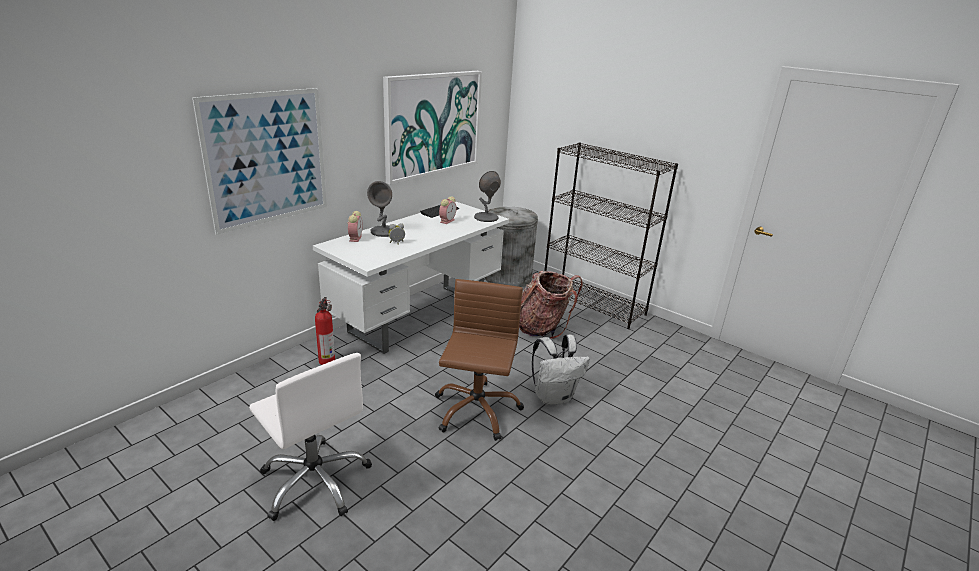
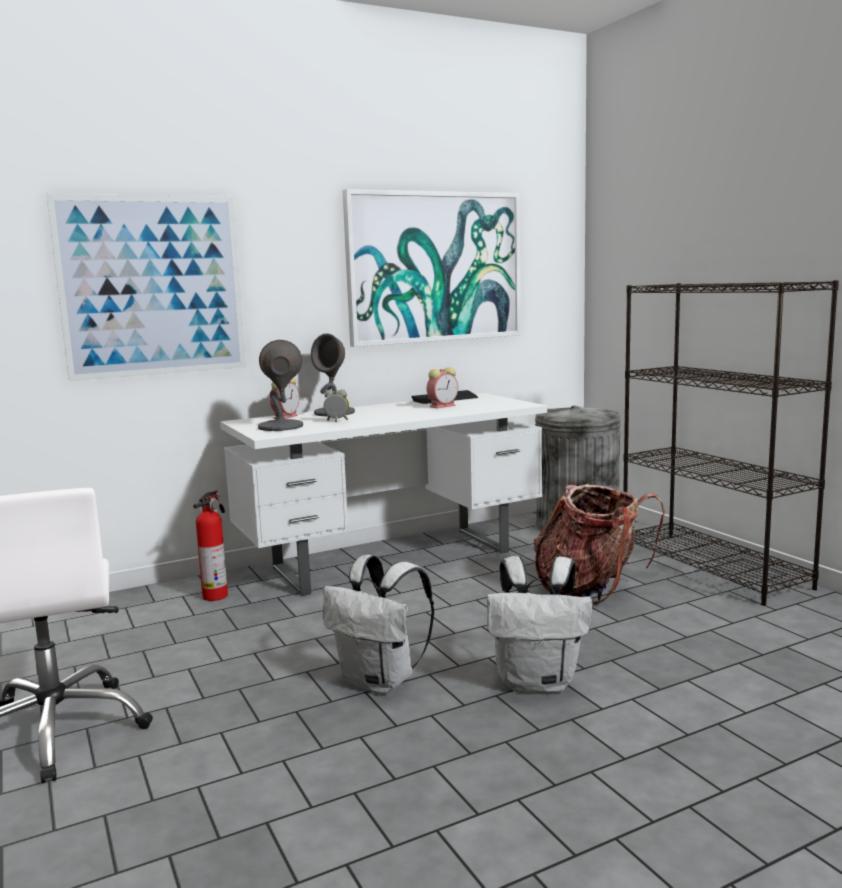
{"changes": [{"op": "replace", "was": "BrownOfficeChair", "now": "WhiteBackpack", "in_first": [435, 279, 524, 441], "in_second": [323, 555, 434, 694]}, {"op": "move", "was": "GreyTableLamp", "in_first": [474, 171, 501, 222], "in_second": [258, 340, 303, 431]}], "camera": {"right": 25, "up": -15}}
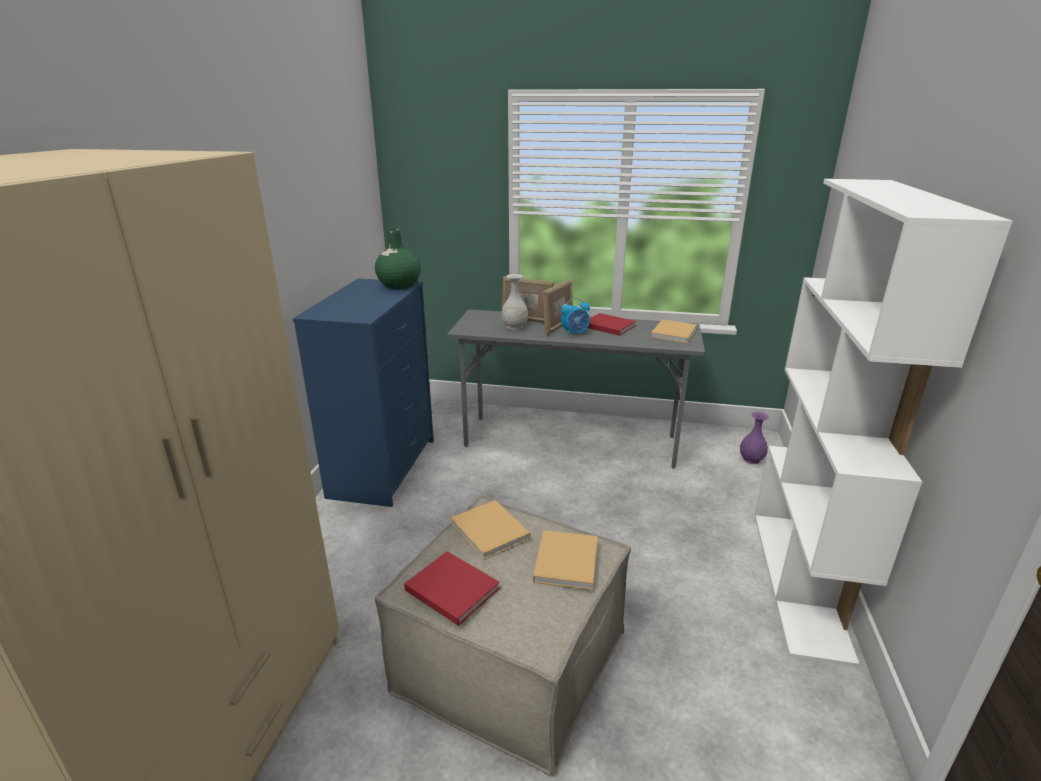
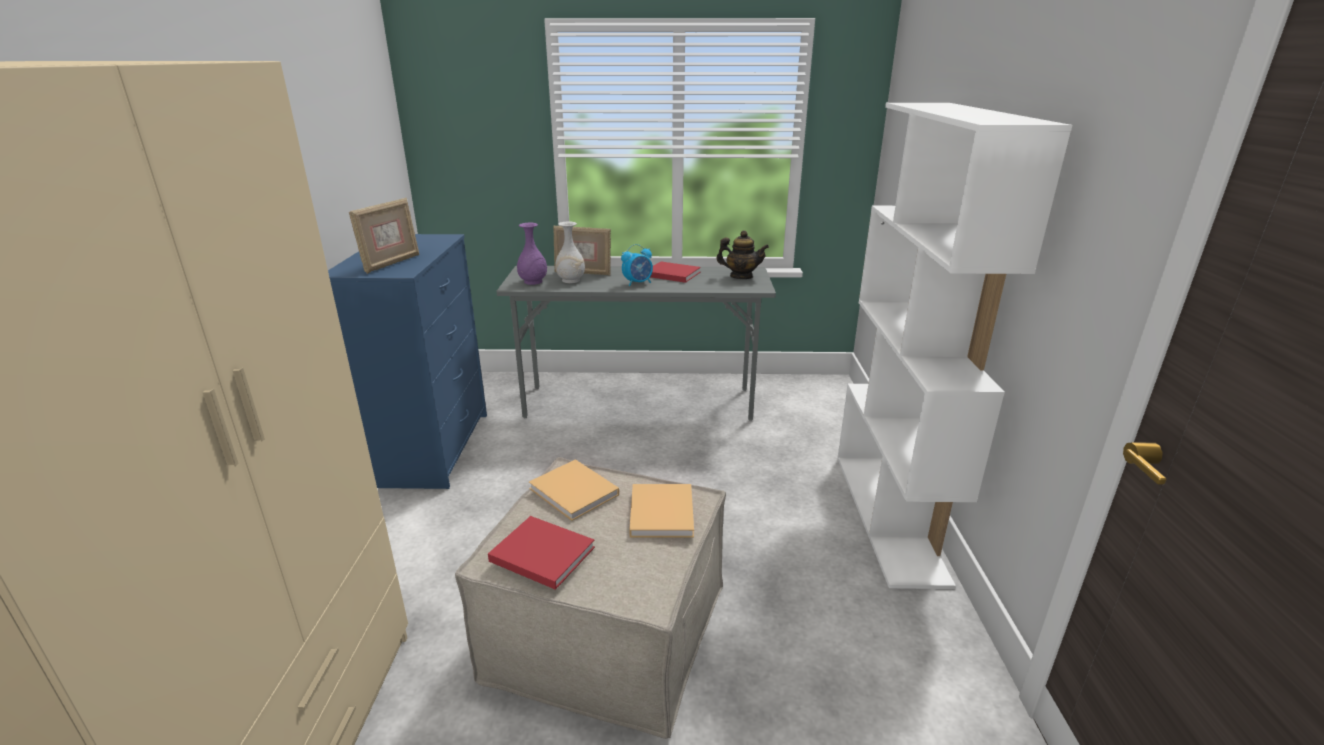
{"changes": [{"op": "delete", "was": "GreenVase", "in_first": [375, 229, 421, 289]}, {"op": "move", "was": "PictureFrame", "in_first": [543, 279, 573, 335], "in_second": [349, 198, 420, 274]}, {"op": "replace", "was": "BeigeBook", "now": "Teapot", "in_first": [651, 319, 697, 343], "in_second": [716, 230, 769, 279]}, {"op": "move", "was": "PurpleVase", "in_first": [740, 412, 769, 464], "in_second": [517, 223, 547, 285]}], "camera": {"right": -10, "up": 0}}
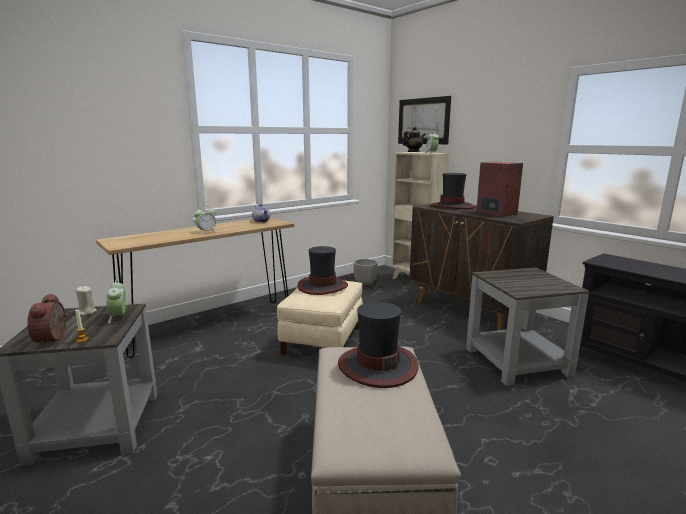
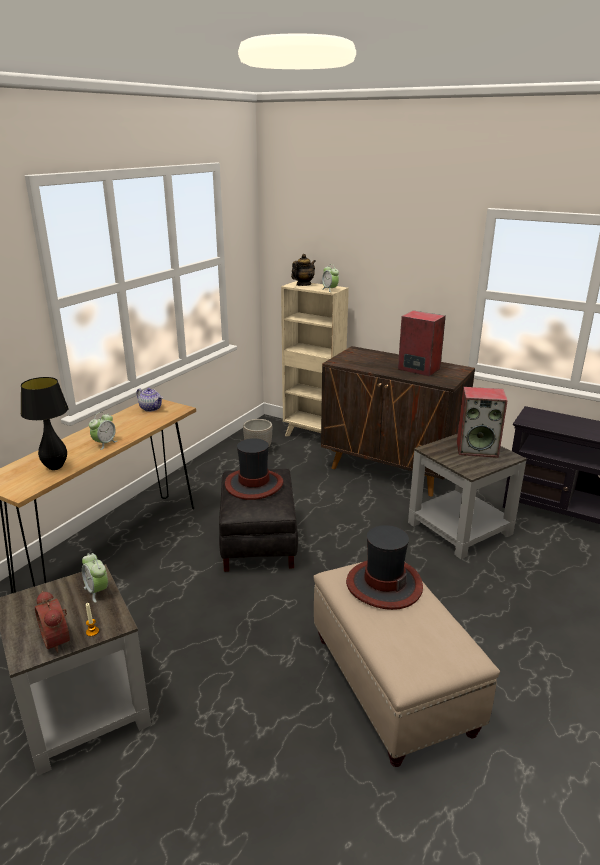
{"changes": [{"op": "delete", "was": "BeigeCandle", "in_first": [76, 286, 97, 315]}, {"op": "recolor", "was": "BeigeOttoman", "now": "BlackOttoman", "in_first": [277, 280, 363, 355], "in_second": [219, 469, 298, 572]}, {"op": "delete", "was": "Picture", "in_first": [398, 96, 451, 144]}, {"op": "delete", "was": "Hat", "in_first": [431, 173, 475, 209]}, {"op": "insert", "now": "BlackTableLamp", "in_second": [21, 377, 68, 470]}, {"op": "insert", "now": "Speaker", "in_second": [457, 387, 508, 458]}], "camera": {"right": -20, "up": 10}}
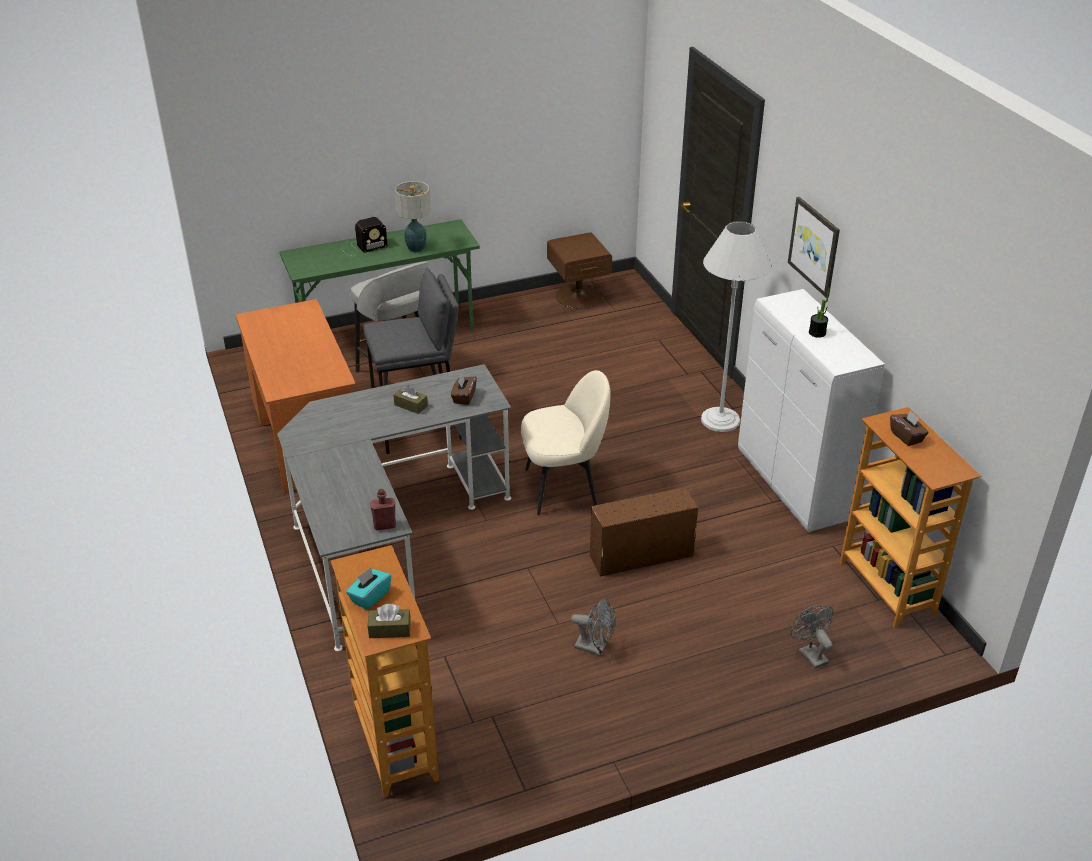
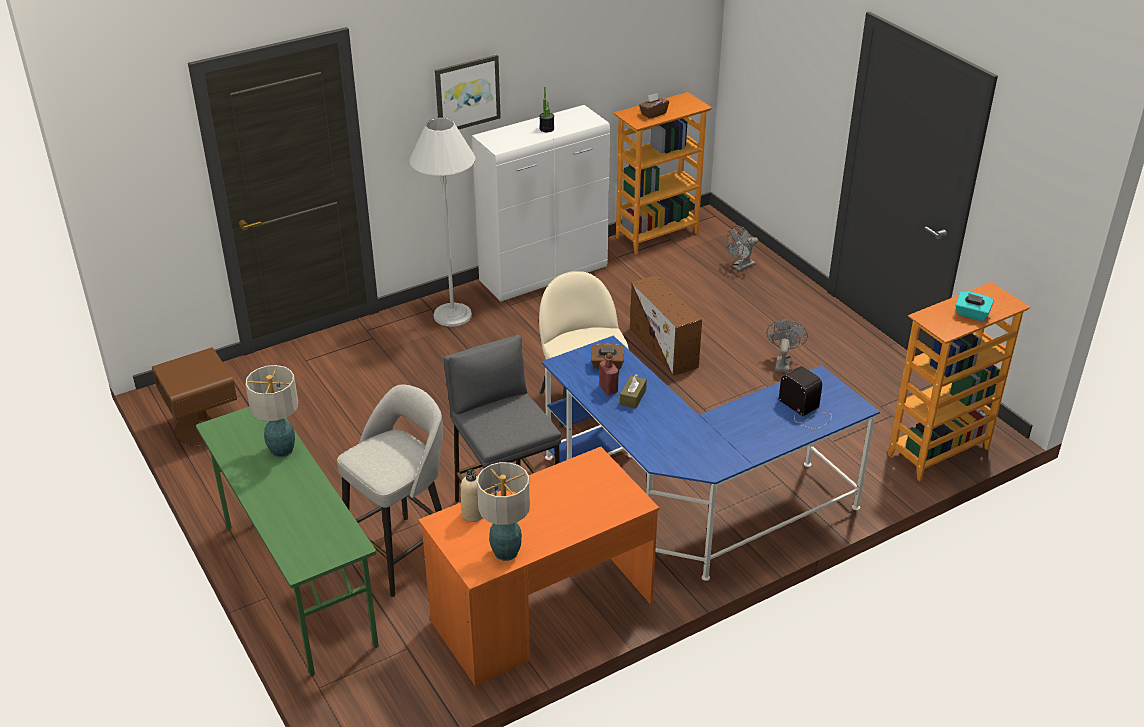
{"changes": [{"op": "recolor", "was": "GreyDesk", "now": "BlueDesk", "in_first": [277, 364, 511, 651], "in_second": [541, 336, 880, 581]}, {"op": "move", "was": "Radio", "in_first": [341, 217, 388, 256], "in_second": [779, 366, 832, 429]}, {"op": "delete", "was": "BrownTissueBox", "in_first": [368, 604, 411, 638]}, {"op": "move", "was": "RedBottle", "in_first": [370, 489, 396, 530], "in_second": [599, 353, 619, 395]}, {"op": "insert", "now": "BeigeBottle", "in_second": [461, 469, 483, 522]}, {"op": "insert", "now": "TableLamp", "in_second": [477, 462, 530, 561]}], "camera": {"right": -100, "up": 0}}
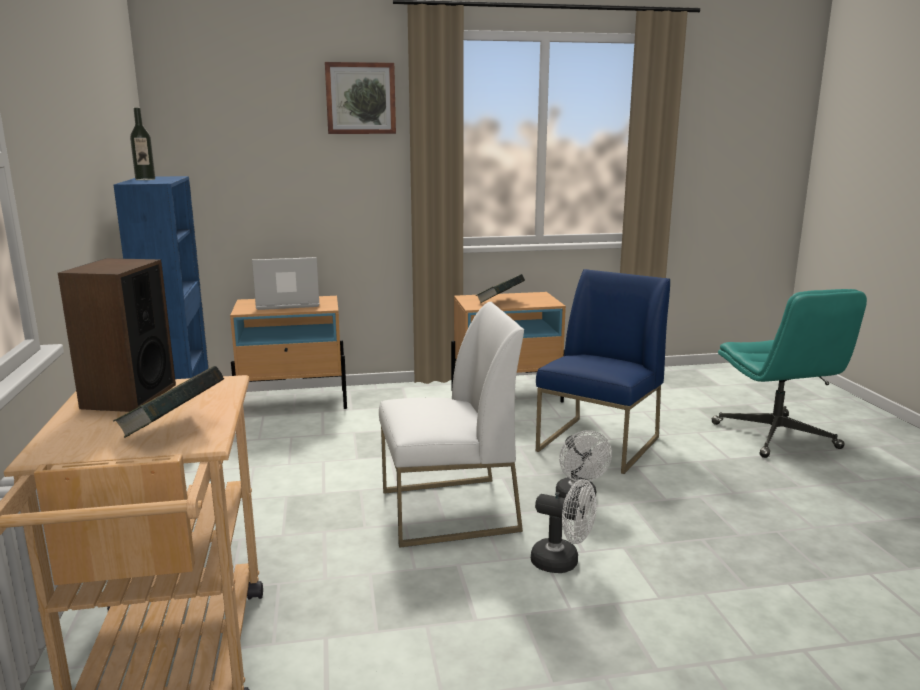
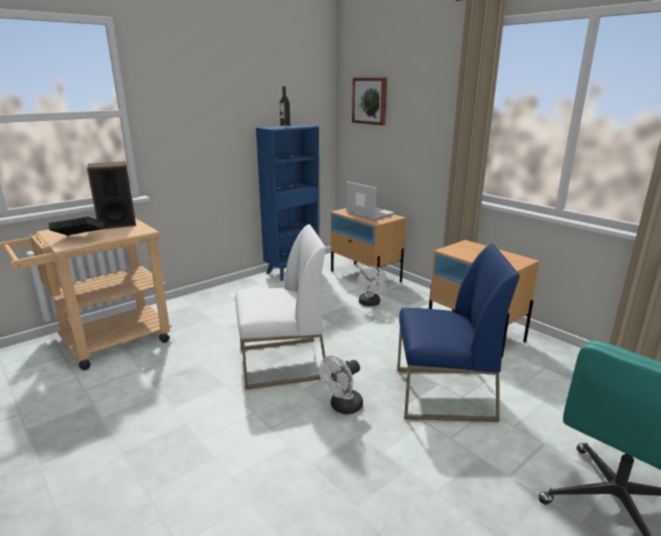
{"changes": [{"op": "move", "was": "Picture", "in_first": [325, 62, 396, 134], "in_second": [352, 78, 387, 125]}, {"op": "rotate", "was": "WhiteChair", "in_first": [379, 302, 524, 548], "in_second": [235, 224, 327, 390], "clockwise": -60}, {"op": "delete", "was": "Book", "in_first": [476, 274, 525, 303]}, {"op": "move", "was": "WhiteFan", "in_first": [531, 479, 597, 573], "in_second": [358, 267, 387, 306]}], "camera": {"right": 60, "up": 5}}
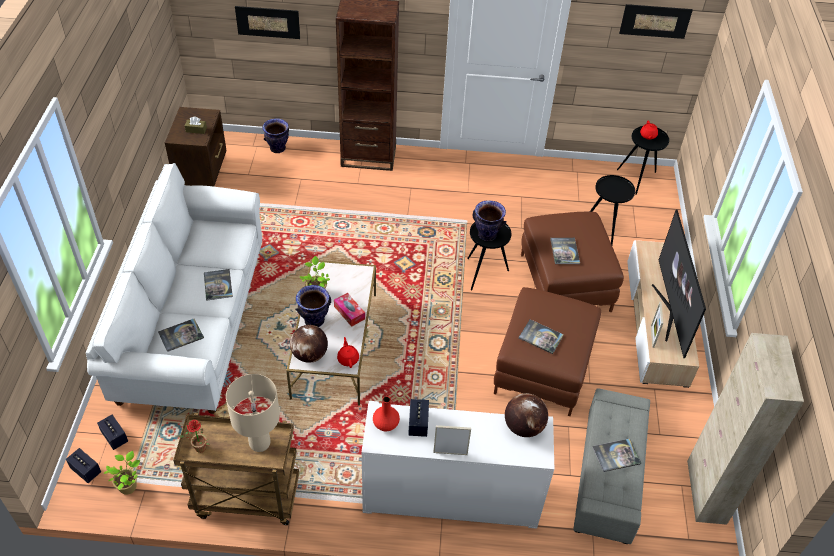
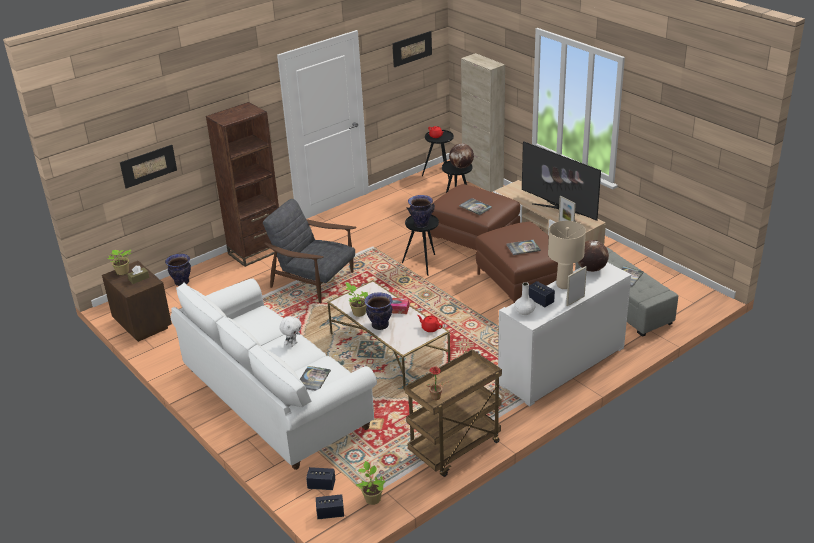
{"changes": [{"op": "replace", "was": "Book", "now": "WhitePlushToy", "in_first": [204, 269, 233, 301], "in_second": [279, 316, 302, 347]}, {"op": "move", "was": "BeigeTableLamp", "in_first": [226, 374, 280, 452], "in_second": [548, 221, 586, 289]}, {"op": "move", "was": "Globe", "in_first": [290, 325, 328, 363], "in_second": [449, 143, 474, 168]}, {"op": "recolor", "was": "RedVase", "now": "WhiteVase", "in_first": [373, 396, 400, 431], "in_second": [515, 282, 536, 315]}, {"op": "move", "was": "BeigeCabinet", "in_first": [687, 333, 804, 525], "in_second": [461, 53, 505, 192]}, {"op": "insert", "now": "PottedPlant", "in_second": [108, 249, 131, 275]}, {"op": "insert", "now": "GreyArmchair", "in_second": [263, 199, 357, 303]}], "camera": {"right": -40, "up": -15}}
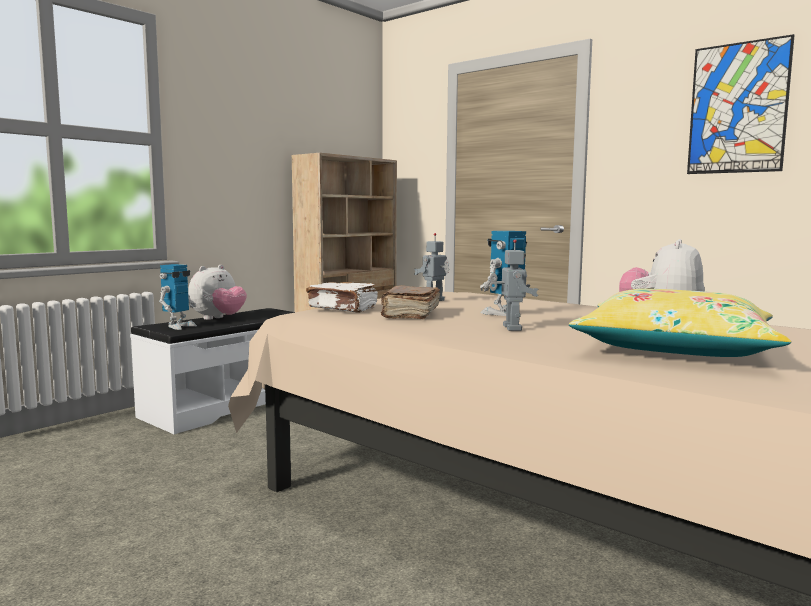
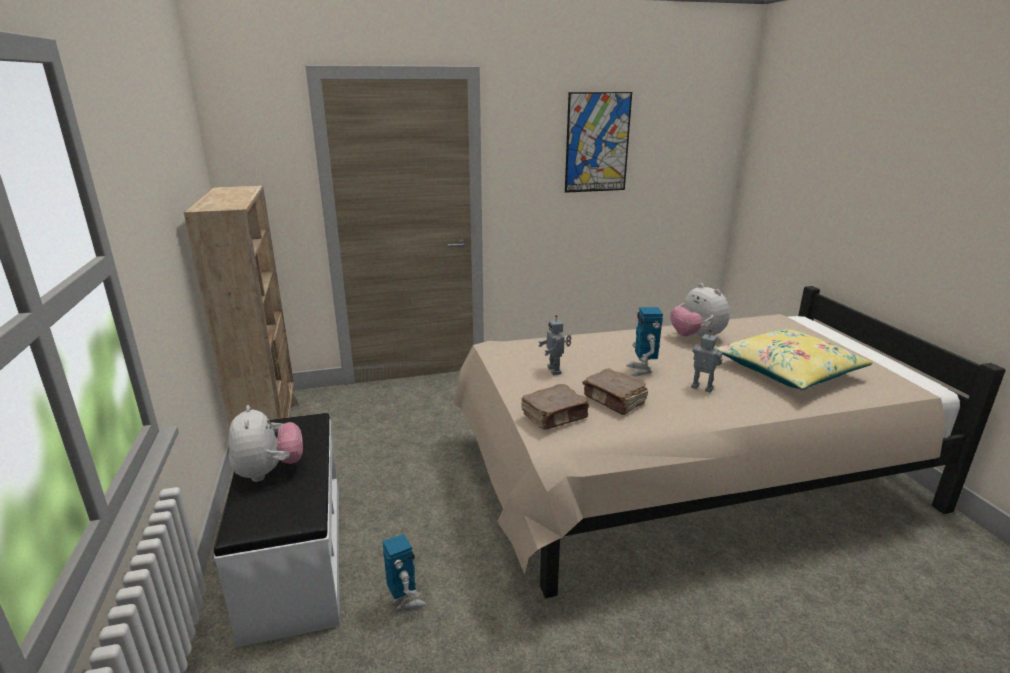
{"changes": [{"op": "move", "was": "ToyRobot", "in_first": [159, 264, 197, 330], "in_second": [382, 534, 426, 610]}, {"op": "recolor", "was": "WhiteBook", "now": "BrownBook", "in_first": [306, 282, 378, 313], "in_second": [521, 384, 589, 430]}], "camera": {"right": -55, "up": 15}}
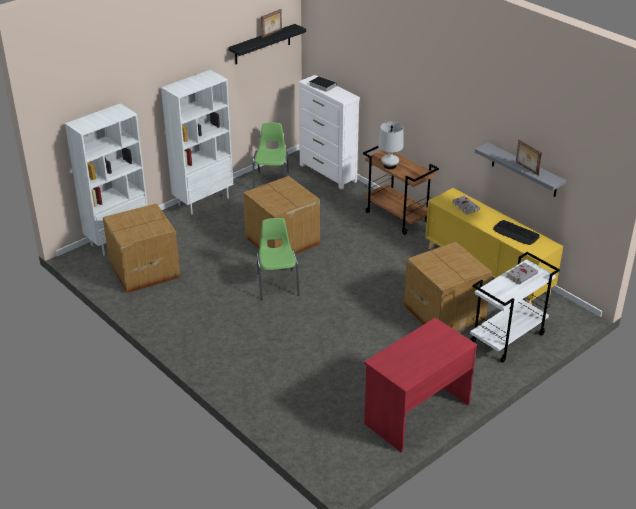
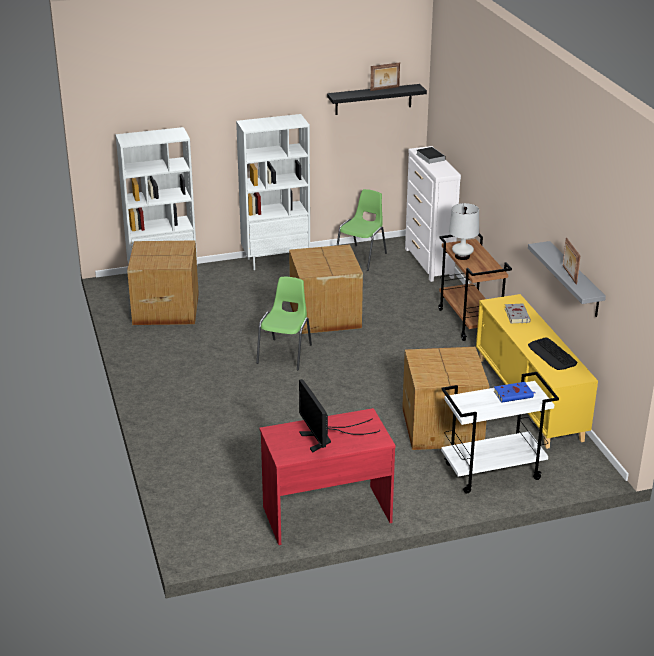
{"changes": [{"op": "recolor", "was": "GreyBook", "now": "BlueBook", "in_first": [506, 263, 538, 284], "in_second": [494, 382, 535, 403]}, {"op": "insert", "now": "Monitor", "in_second": [299, 379, 380, 453]}], "camera": {"right": 25, "up": -5}}
